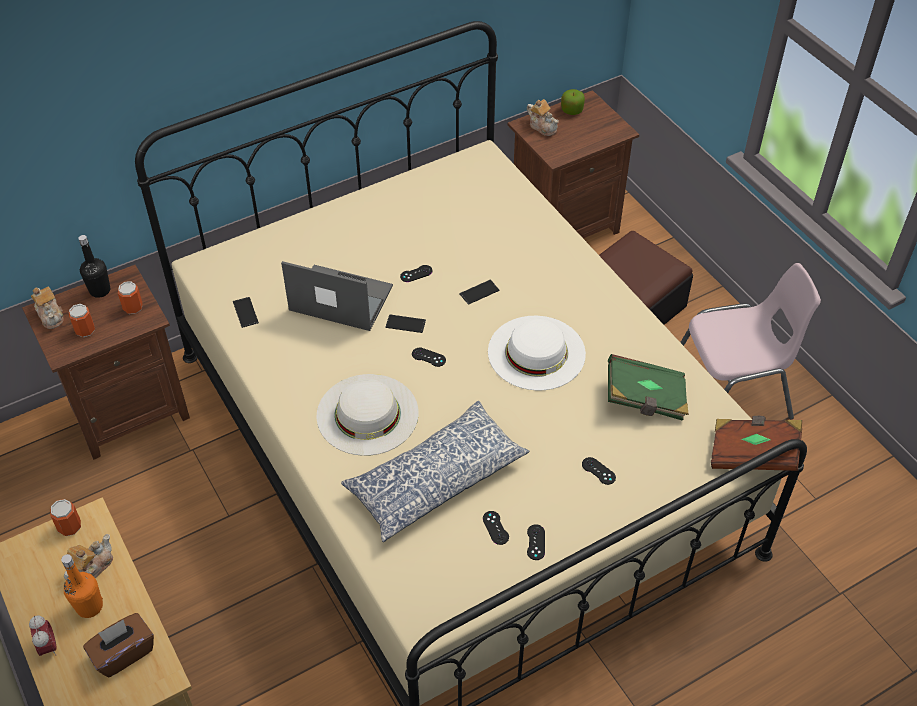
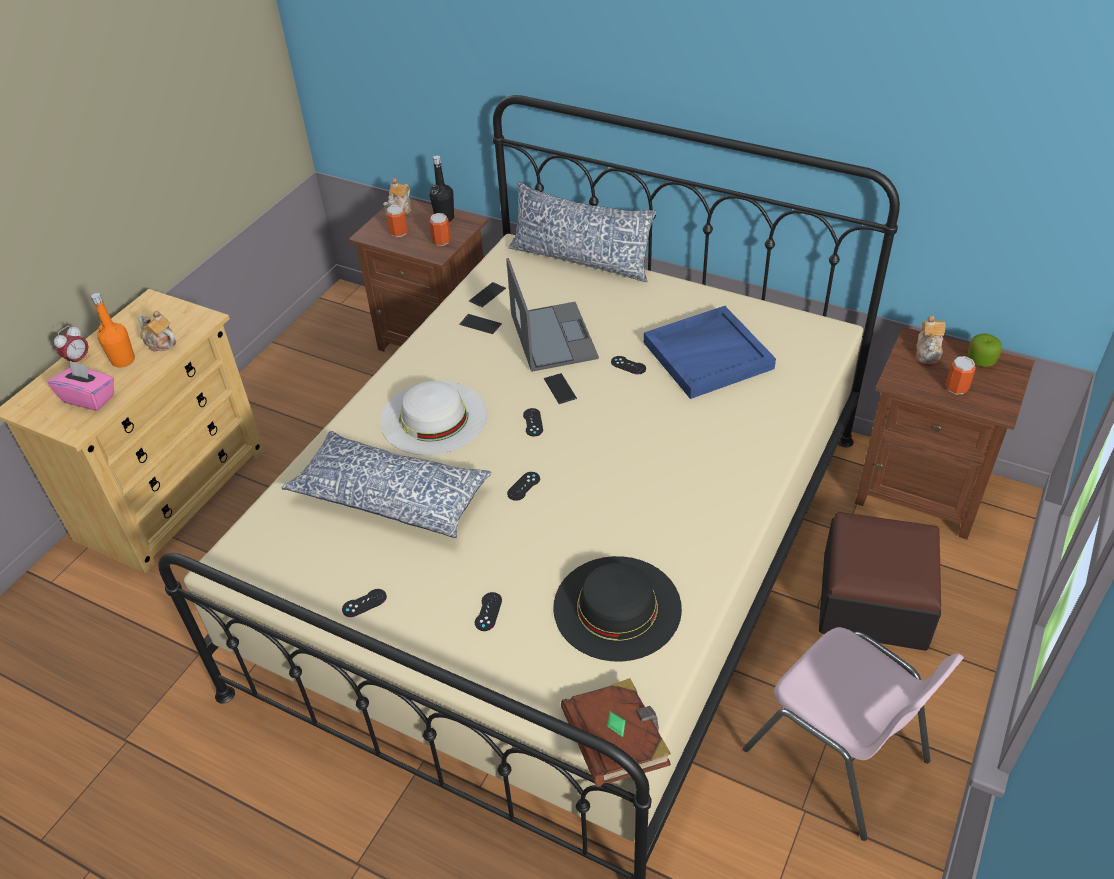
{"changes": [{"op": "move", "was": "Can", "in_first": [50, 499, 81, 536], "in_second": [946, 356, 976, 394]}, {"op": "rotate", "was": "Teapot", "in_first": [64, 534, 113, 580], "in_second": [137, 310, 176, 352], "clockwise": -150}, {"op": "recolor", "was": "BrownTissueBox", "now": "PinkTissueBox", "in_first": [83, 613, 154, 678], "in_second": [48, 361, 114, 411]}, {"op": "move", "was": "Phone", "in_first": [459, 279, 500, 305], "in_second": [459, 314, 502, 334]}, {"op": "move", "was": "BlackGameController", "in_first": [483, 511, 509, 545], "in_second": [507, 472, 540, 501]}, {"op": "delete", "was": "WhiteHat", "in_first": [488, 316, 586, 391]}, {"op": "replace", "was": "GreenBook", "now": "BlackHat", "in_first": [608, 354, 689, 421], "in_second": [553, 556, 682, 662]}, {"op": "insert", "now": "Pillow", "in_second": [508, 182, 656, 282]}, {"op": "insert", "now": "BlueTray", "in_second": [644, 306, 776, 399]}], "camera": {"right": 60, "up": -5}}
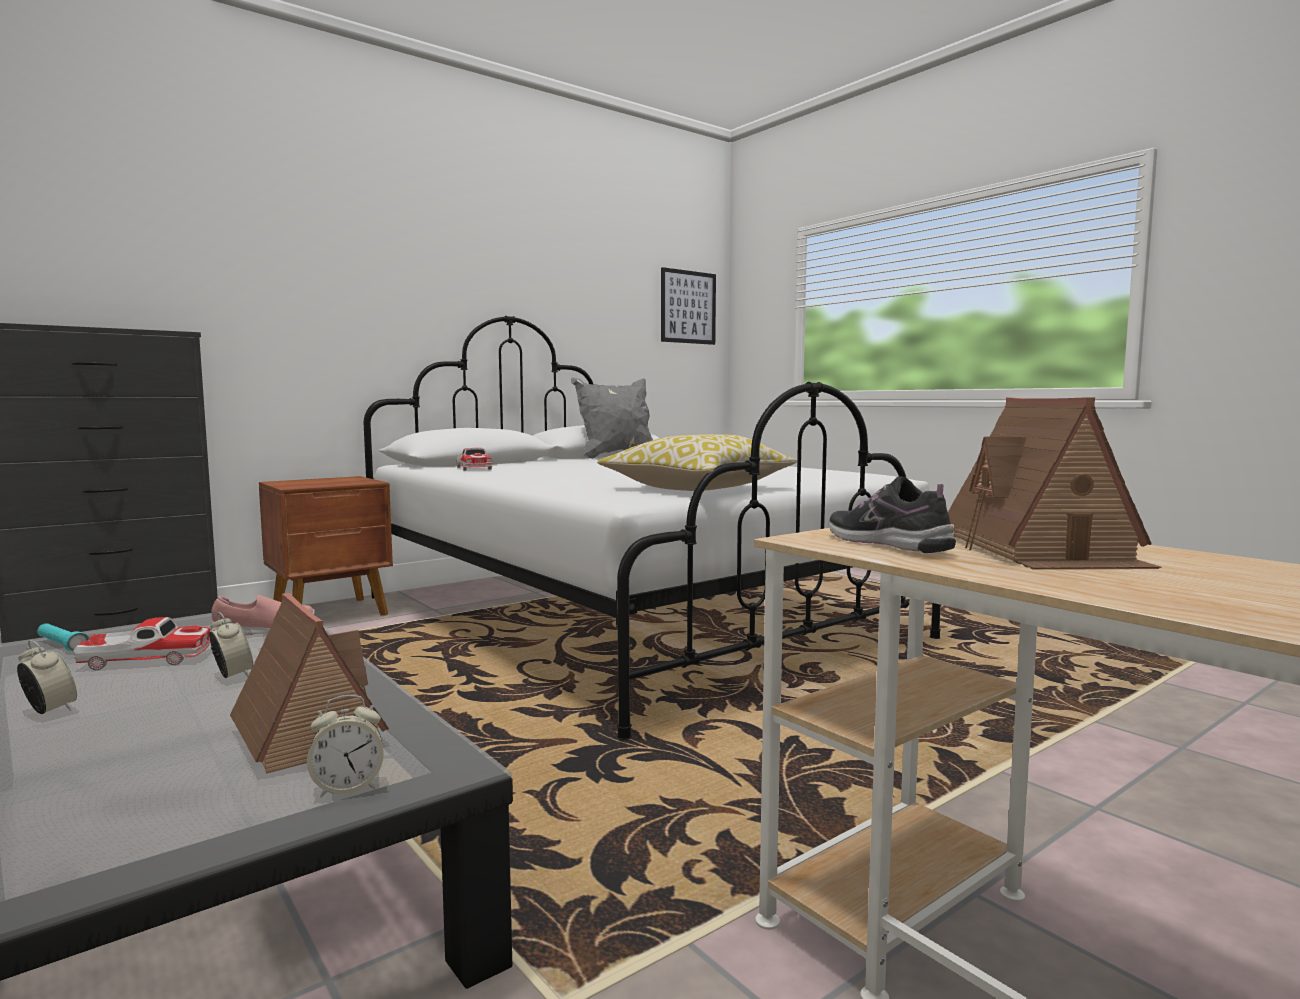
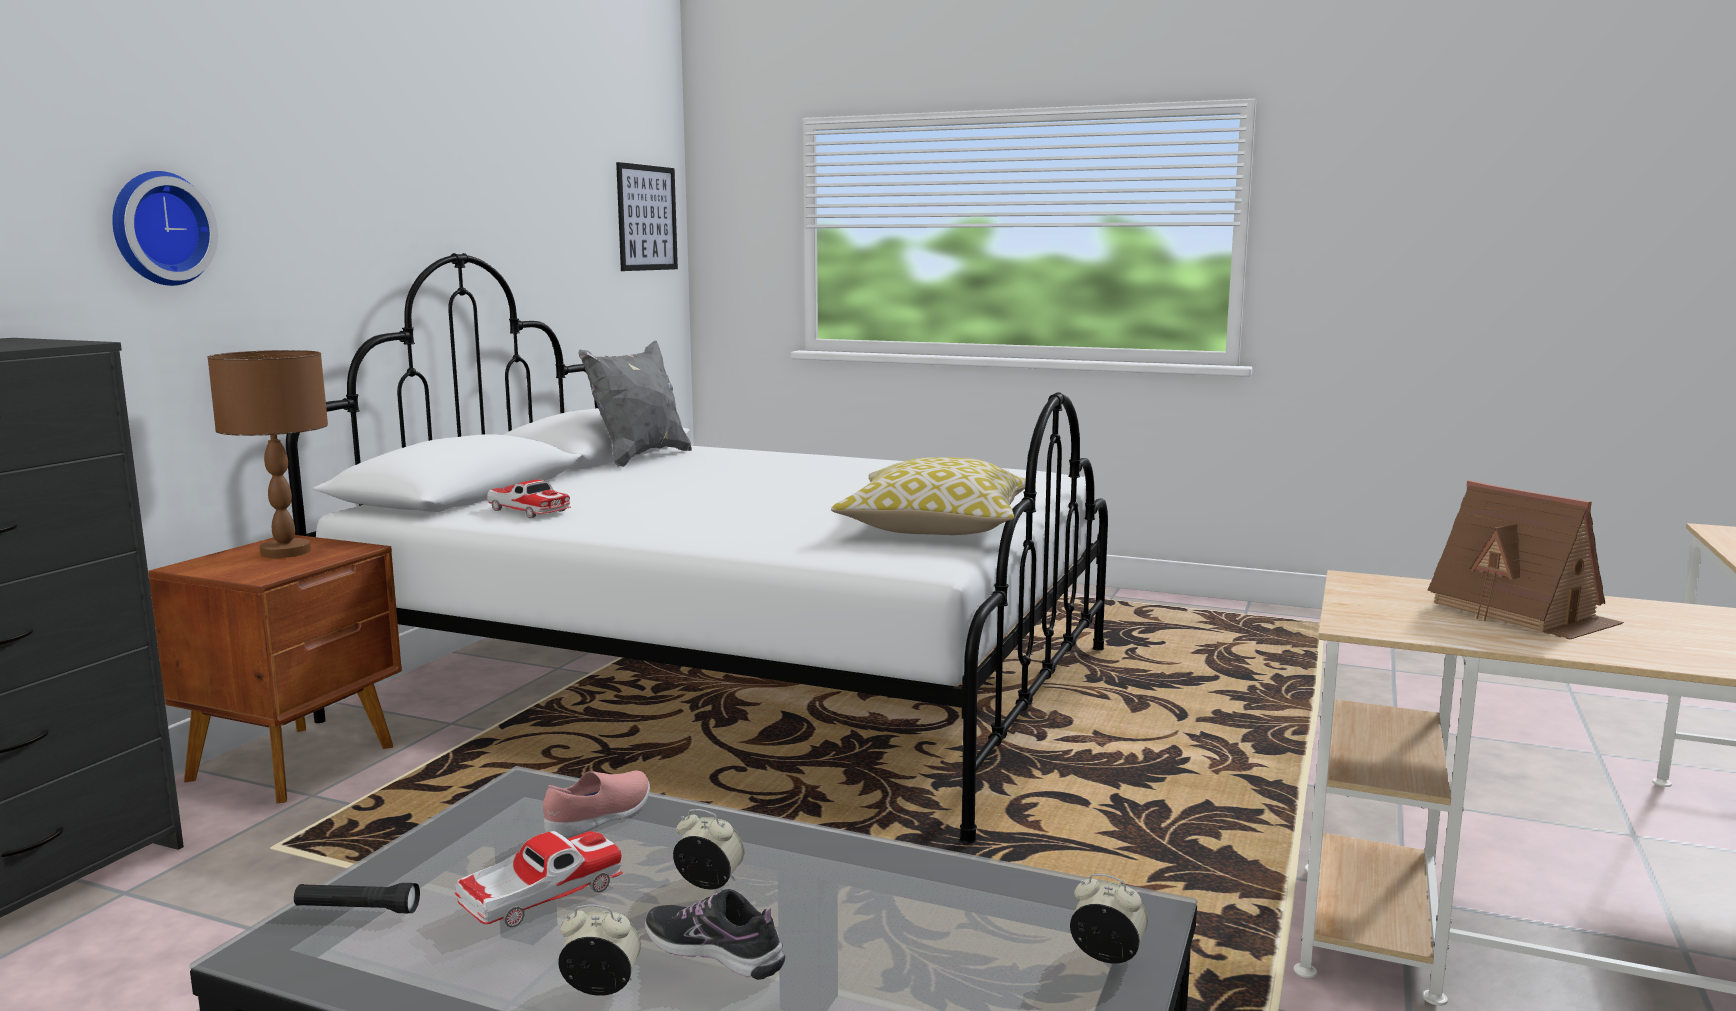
{"changes": [{"op": "recolor", "was": "TurquoiseFlashlight", "now": "BlackFlashlight", "in_first": [37, 623, 89, 652], "in_second": [294, 883, 420, 913]}, {"op": "delete", "was": "ToyHouse", "in_first": [230, 593, 389, 774]}, {"op": "rotate", "was": "AlarmClock", "in_first": [307, 695, 384, 798], "in_second": [1070, 874, 1148, 964], "clockwise": -105}, {"op": "move", "was": "Shoe", "in_first": [828, 476, 956, 553], "in_second": [645, 889, 785, 980]}, {"op": "insert", "now": "WallClock", "in_second": [112, 171, 218, 286]}, {"op": "insert", "now": "BrownTableLamp", "in_second": [207, 350, 328, 558]}], "camera": {"right": -30, "up": 5}}
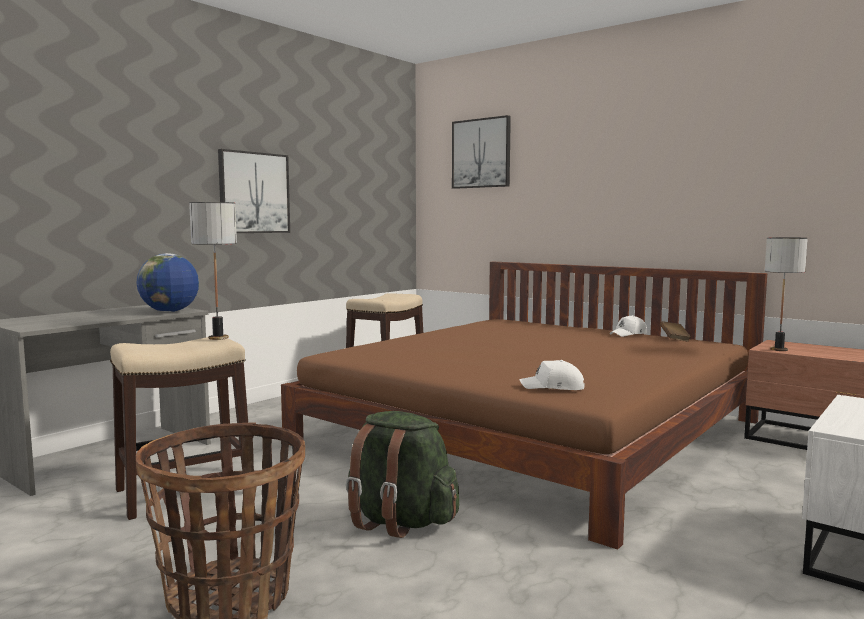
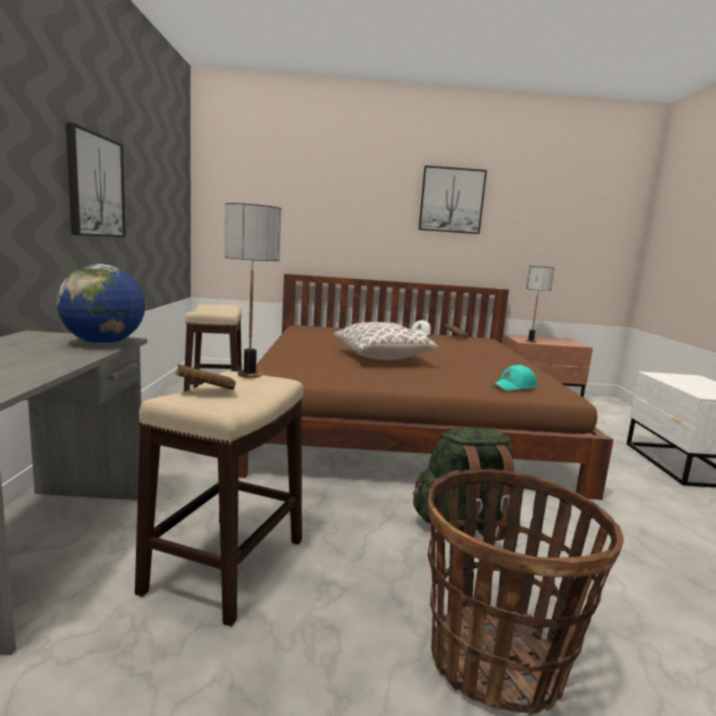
{"changes": [{"op": "move", "was": "Picture", "in_first": [452, 115, 511, 189], "in_second": [419, 165, 487, 234]}, {"op": "recolor", "was": "WhiteCap", "now": "TurquoiseCap", "in_first": [519, 360, 584, 390], "in_second": [492, 365, 537, 391]}, {"op": "insert", "now": "BrownBook", "in_second": [175, 364, 236, 390]}, {"op": "insert", "now": "Pillow", "in_second": [334, 322, 438, 360]}], "camera": {"right": -40, "up": 5}}
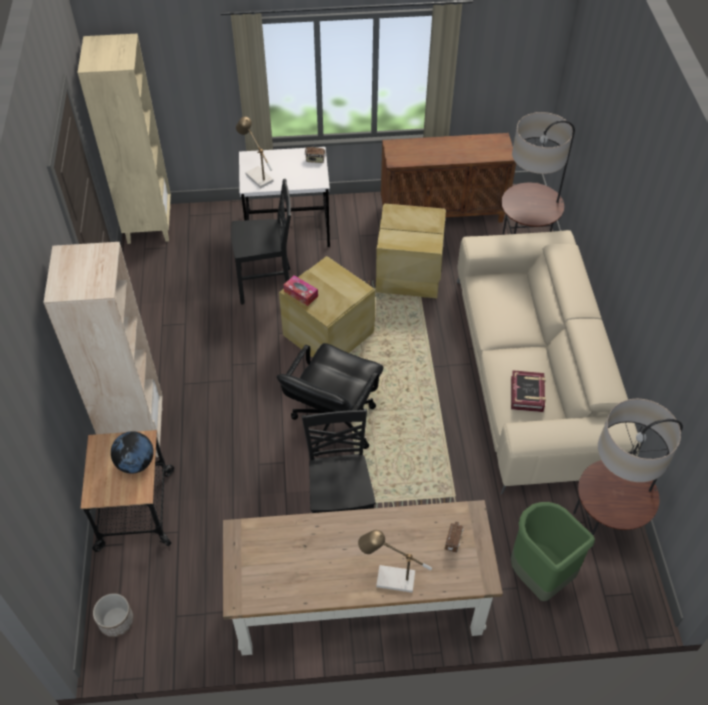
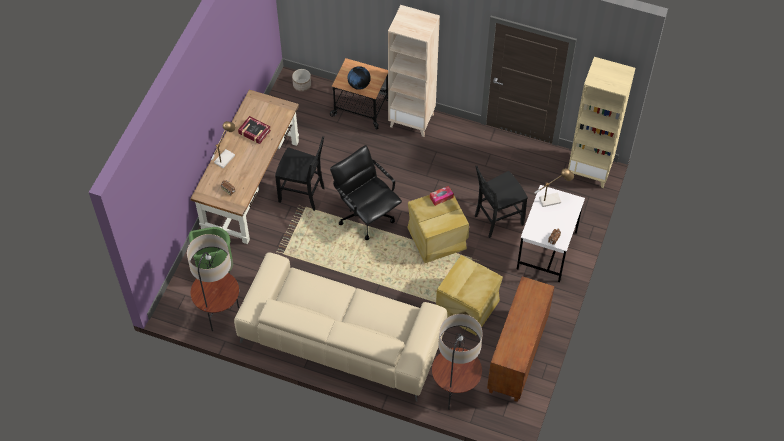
{"changes": [{"op": "rotate", "was": "BlackChair", "in_first": [231, 179, 291, 305], "in_second": [475, 166, 528, 238], "clockwise": 45}, {"op": "move", "was": "Book", "in_first": [511, 370, 546, 412], "in_second": [238, 116, 271, 144]}], "camera": {"right": 115, "up": 5}}
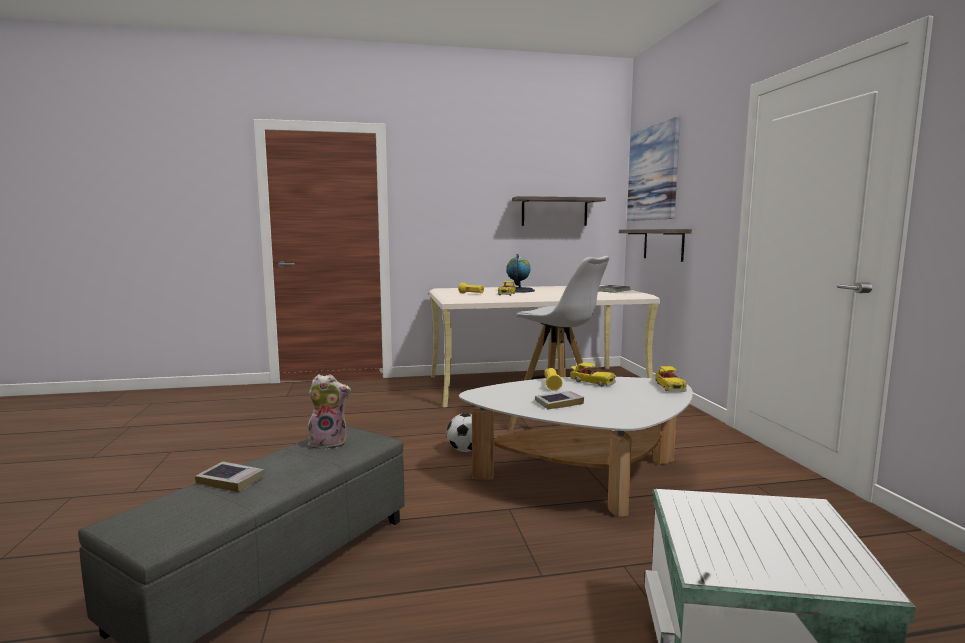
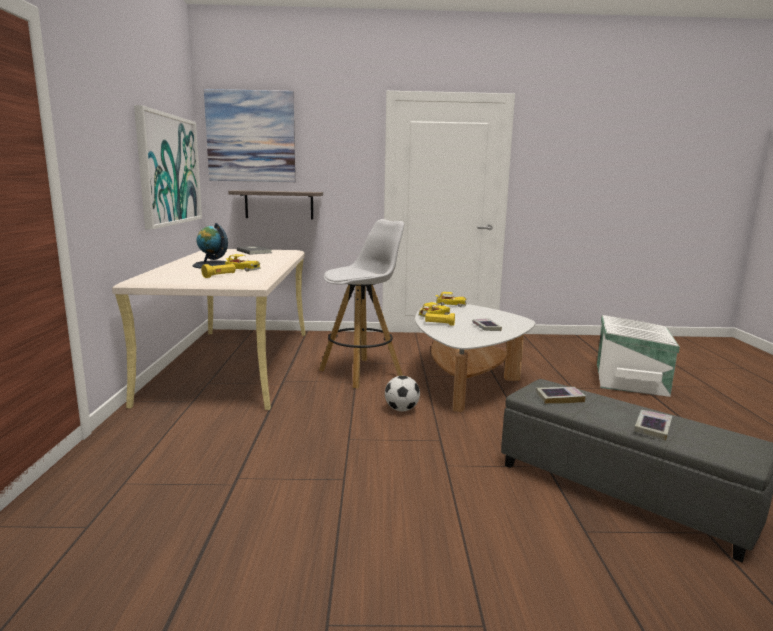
{"changes": [{"op": "replace", "was": "PlushToy", "now": "Book", "in_first": [308, 374, 351, 449], "in_second": [536, 387, 586, 404]}, {"op": "replace", "was": "Shelf", "now": "Picture", "in_first": [512, 196, 606, 226], "in_second": [134, 105, 202, 229]}], "camera": {"right": -80, "up": 5}}
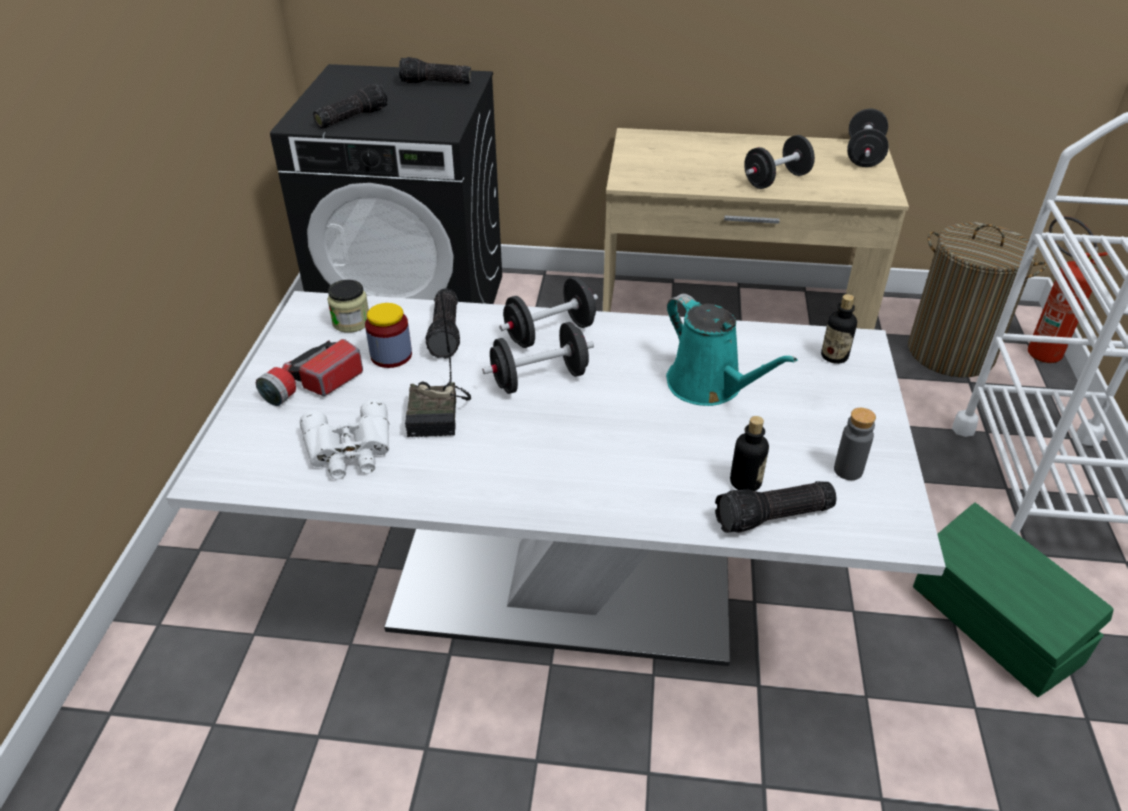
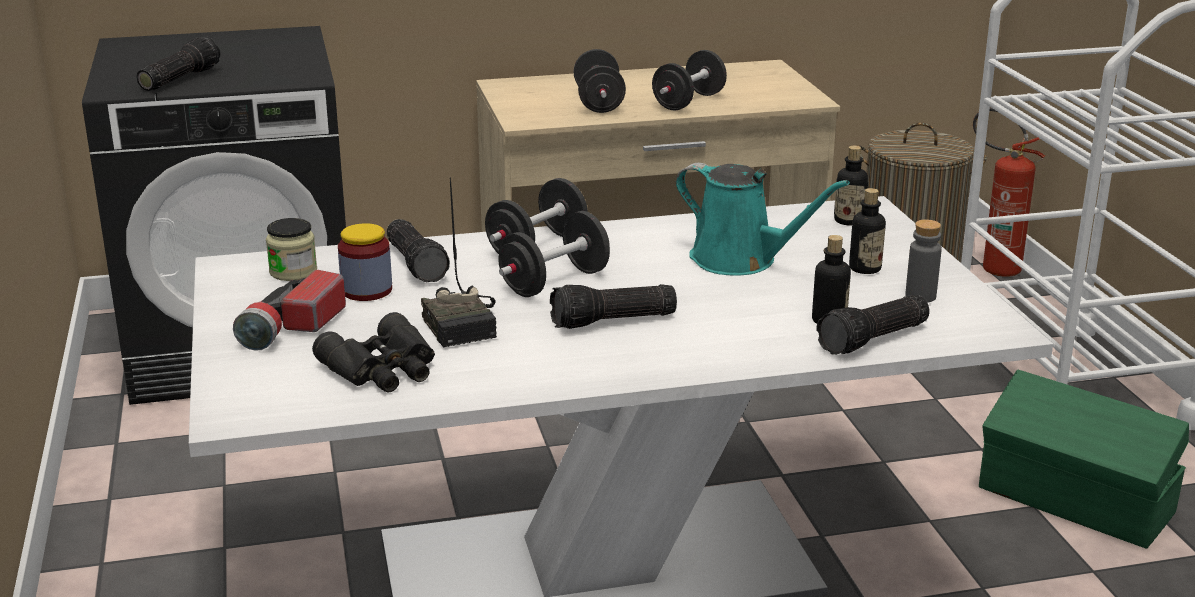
{"changes": [{"op": "recolor", "was": "WhiteBinoculars", "now": "BlackBinoculars", "in_first": [300, 399, 390, 480], "in_second": [312, 312, 435, 392]}, {"op": "move", "was": "Flashlight", "in_first": [399, 57, 471, 84], "in_second": [550, 284, 677, 329]}, {"op": "move", "was": "BlackDumbbell", "in_first": [847, 109, 889, 167], "in_second": [574, 49, 626, 113]}, {"op": "insert", "now": "Bottle", "in_second": [849, 188, 886, 274]}], "camera": {"right": -20, "up": -15}}
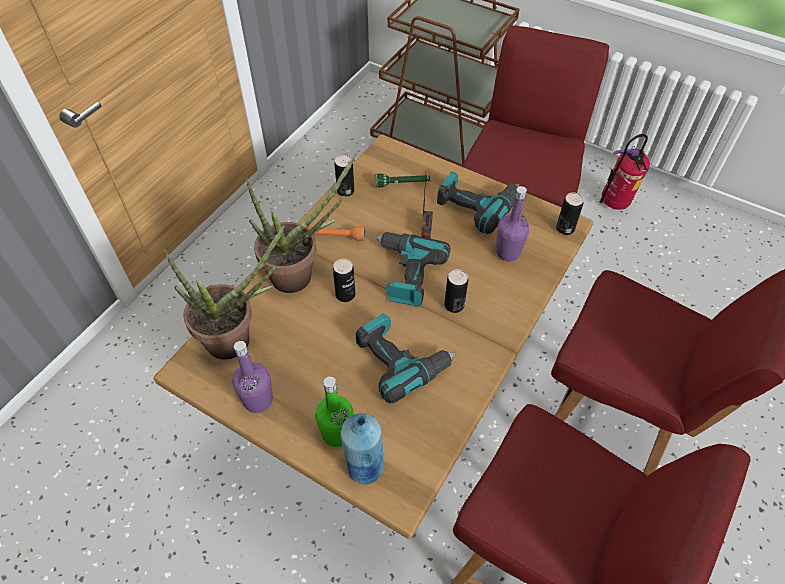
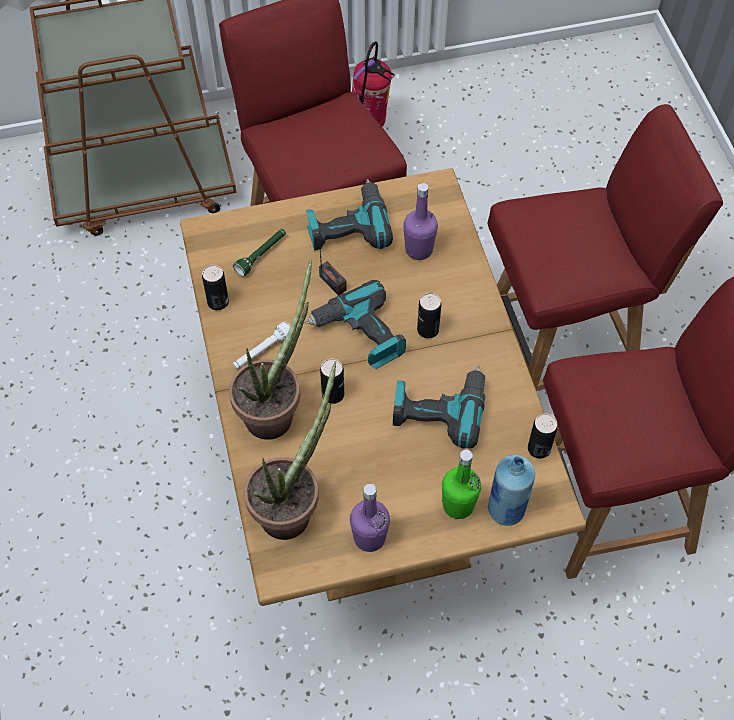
{"changes": [{"op": "recolor", "was": "OrangeFlashlight", "now": "WhiteFlashlight", "in_first": [308, 226, 365, 241], "in_second": [233, 321, 291, 369]}, {"op": "move", "was": "Can", "in_first": [556, 192, 584, 235], "in_second": [528, 413, 558, 459]}], "camera": {"right": -45, "up": 5}}
